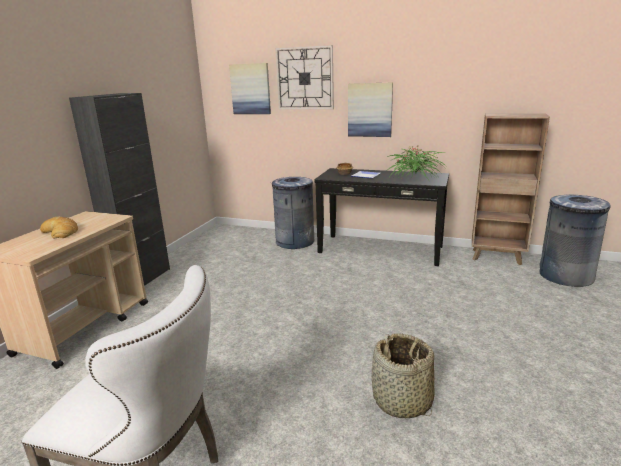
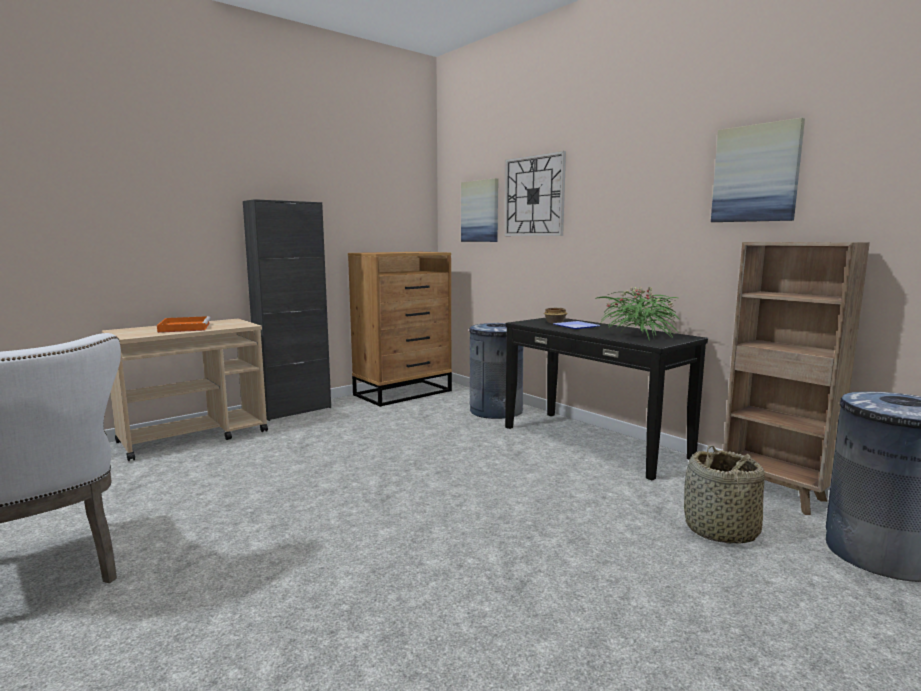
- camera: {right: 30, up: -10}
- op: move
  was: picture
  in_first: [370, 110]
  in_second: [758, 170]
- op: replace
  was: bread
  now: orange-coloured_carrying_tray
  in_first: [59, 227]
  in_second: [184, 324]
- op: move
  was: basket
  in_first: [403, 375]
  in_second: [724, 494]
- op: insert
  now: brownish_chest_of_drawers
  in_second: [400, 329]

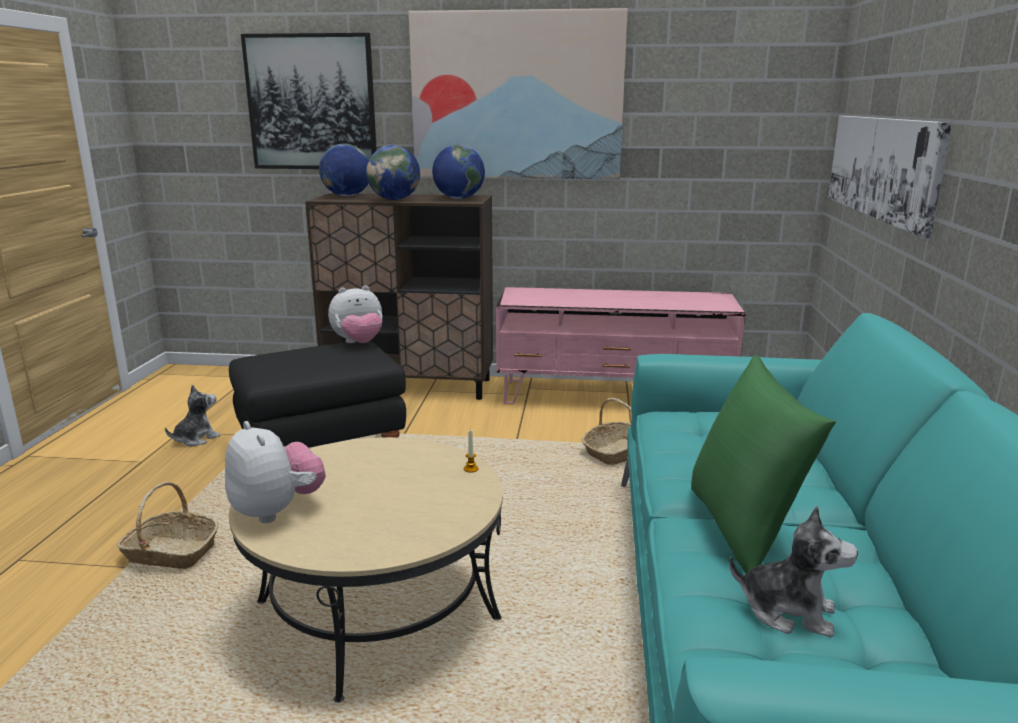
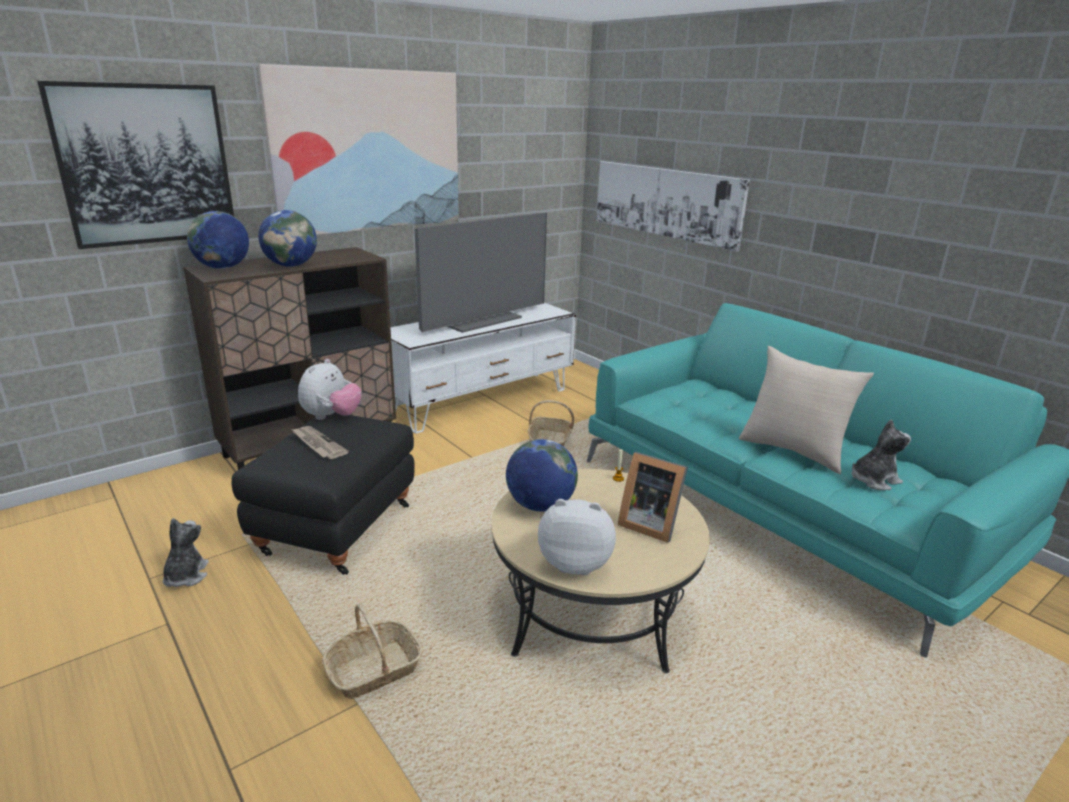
- camera: {right: -45, up: 5}
- op: move
  was: desk_globe
  in_first: [458, 172]
  in_second: [542, 475]
- op: recolor
  was: pink-coloured_tv_unit
  now: white-coloured_tv_unit
  in_first: [621, 345]
  in_second: [483, 368]
- op: recolor
  was: green_pillow
  now: beige-coloured_pillow
  in_first: [763, 464]
  in_second: [806, 410]
- op: insert
  now: TV_set
  in_second: [481, 272]
- op: insert
  now: printed_paper
  in_second: [320, 442]
- op: insert
  now: picture_frame
  in_second: [653, 497]

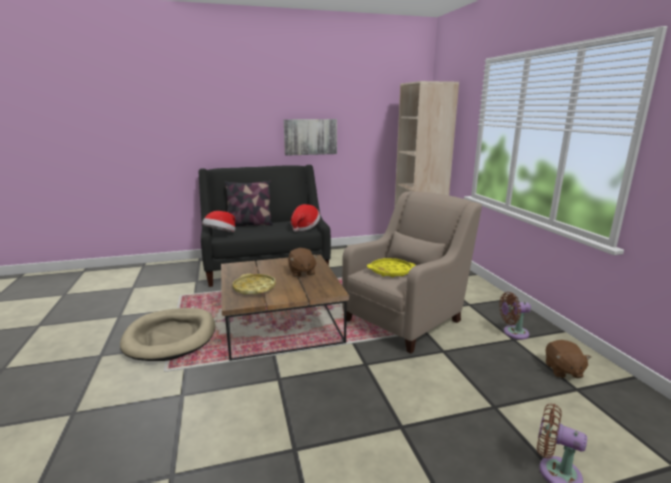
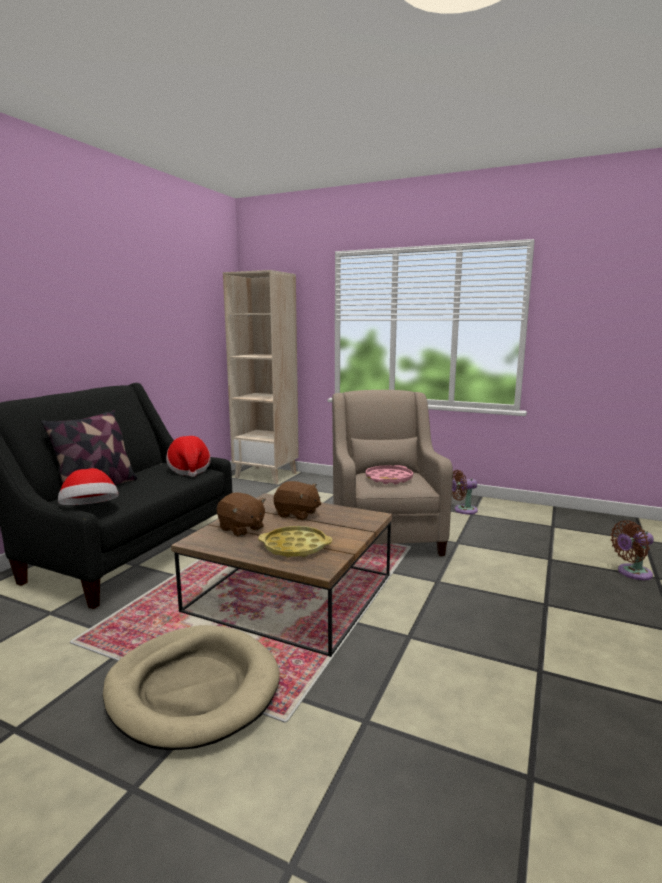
- camera: {right: -50, up: -5}
- op: delete
  was: picture
  in_first: [310, 137]
- op: recolor
  was: yellow_carrying_tray
  now: pink-coloured_carrying_tray
  in_first: [391, 267]
  in_second: [389, 474]
- op: rotate
  was: brownish_cooling_fan
  in_first: [515, 315]
  in_second: [465, 492]
  clockwise: 45
- op: move
  was: brownish_plush_toy
  in_first: [568, 359]
  in_second: [241, 514]

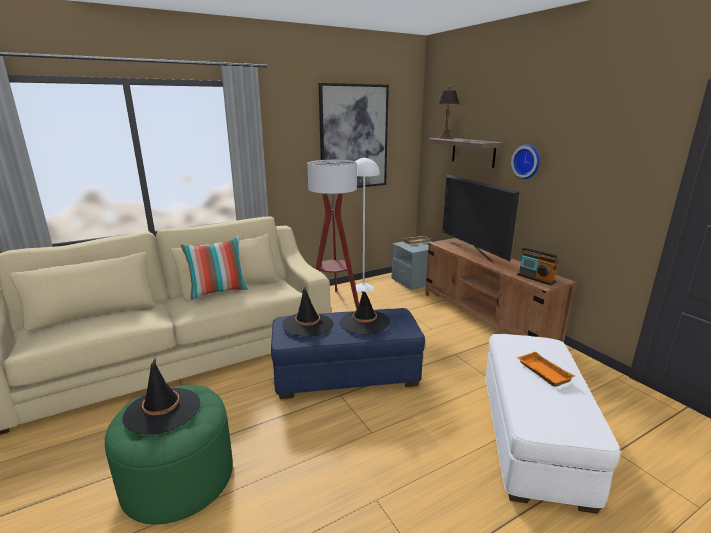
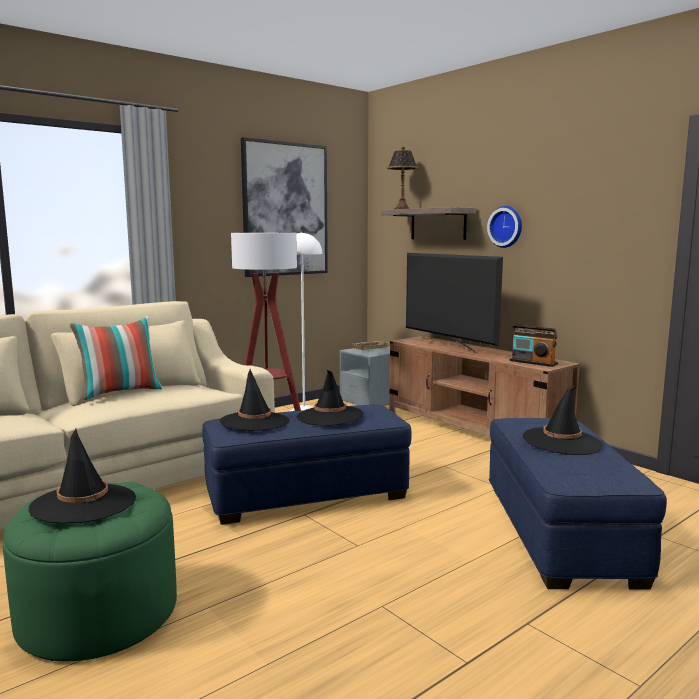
- camera: {right: -10, up: -10}
- op: recolor
  was: white-coloured_pouffe
  now: blue-coloured_pouffe
  in_first: [553, 424]
  in_second: [578, 504]
- op: replace
  was: orange-coloured_carrying_tray
  now: black-coloured_wearable_hat
  in_first: [546, 369]
  in_second: [563, 420]

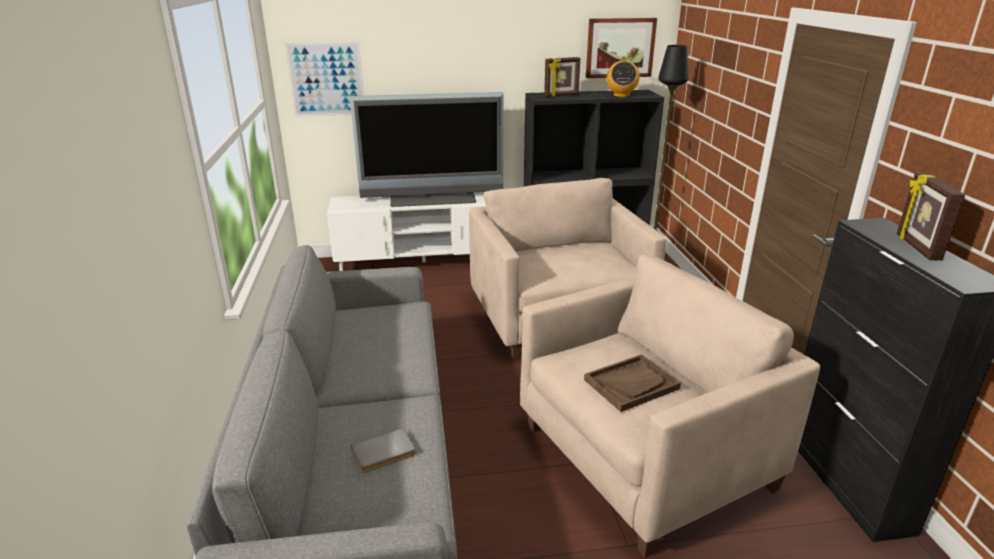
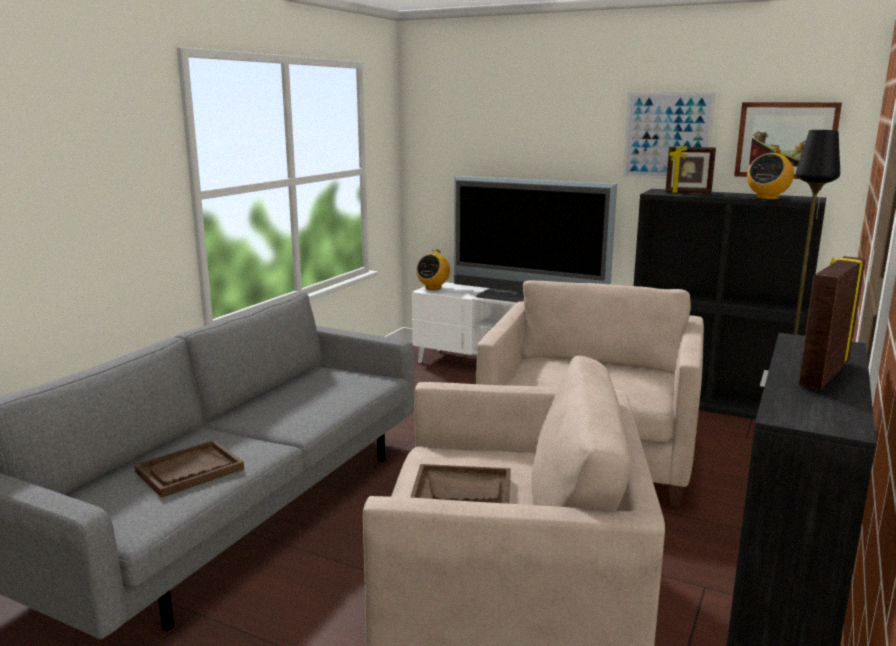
- camera: {right: 35, up: -10}
- op: move
  was: picture
  in_first: [324, 79]
  in_second: [669, 135]
- op: replace
  was: gray_book
  now: brownish_carrying_tray
  in_first: [383, 450]
  in_second: [189, 469]
- op: insert
  now: radio_receiver
  in_second: [433, 269]

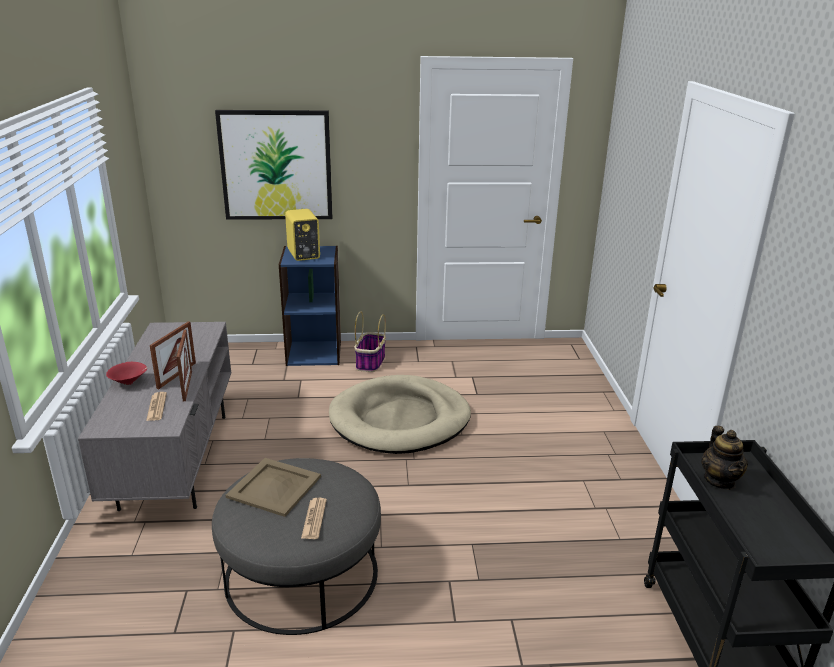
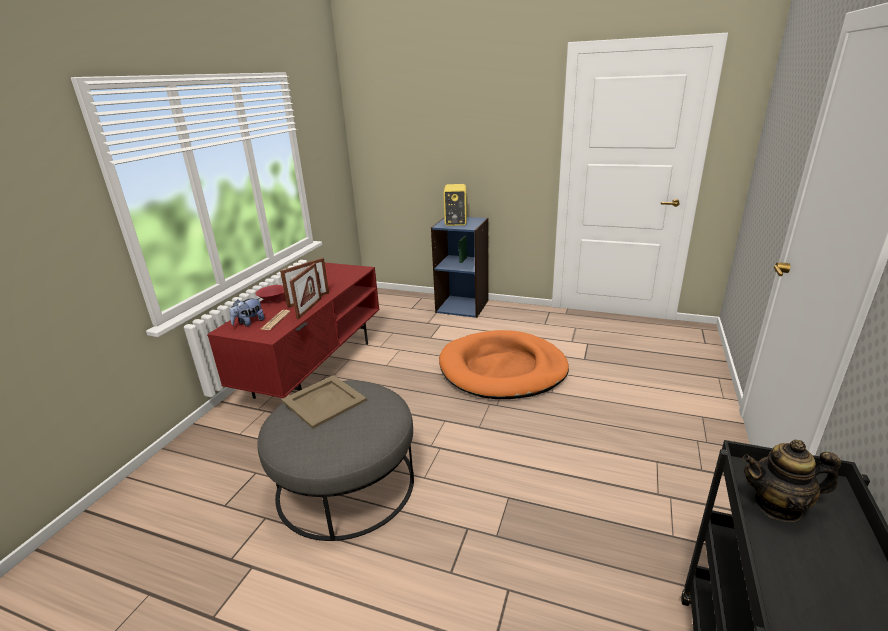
- camera: {right: 25, up: 0}
- op: delete
  was: picture
  in_first: [273, 165]
- op: delete
  was: basket
  in_first: [370, 341]
- op: recolor
  was: gray_tv_unit
  now: red-coloured_tv_unit
  in_first: [154, 416]
  in_second: [293, 331]
- op: recolor
  was: beige-coloured_dog_cushion
  now: orange-coloured_dog_cushion
  in_first: [400, 414]
  in_second: [504, 364]
- op: rotate
  was: teapot
  in_first: [724, 458]
  in_second: [791, 481]
  clockwise: 75
- op: delete
  was: printed_paper
  in_first: [314, 518]
- op: insert
  now: plush_toy
  in_second: [247, 312]

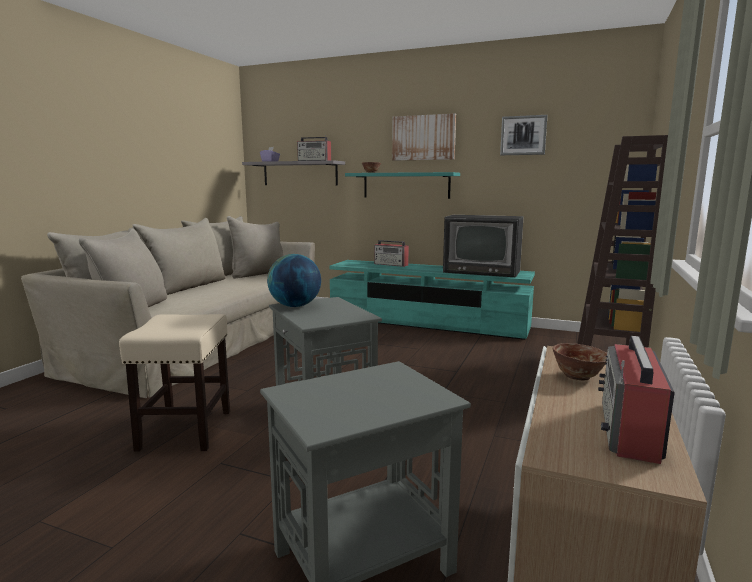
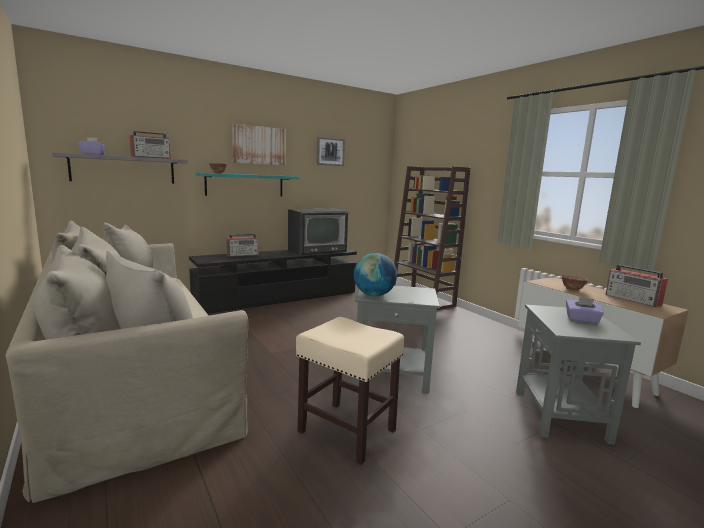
- camera: {right: -55, up: 0}
- op: recolor
  was: turquoise_tv_unit
  now: black-coloured_tv_unit
  in_first: [432, 300]
  in_second: [273, 281]
- op: insert
  now: purplish_tissue_box
  in_second: [585, 310]

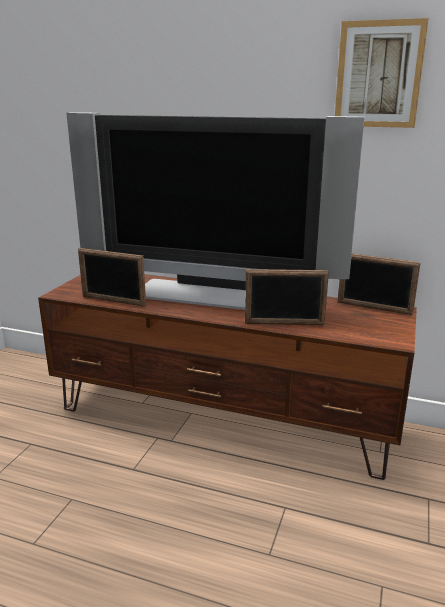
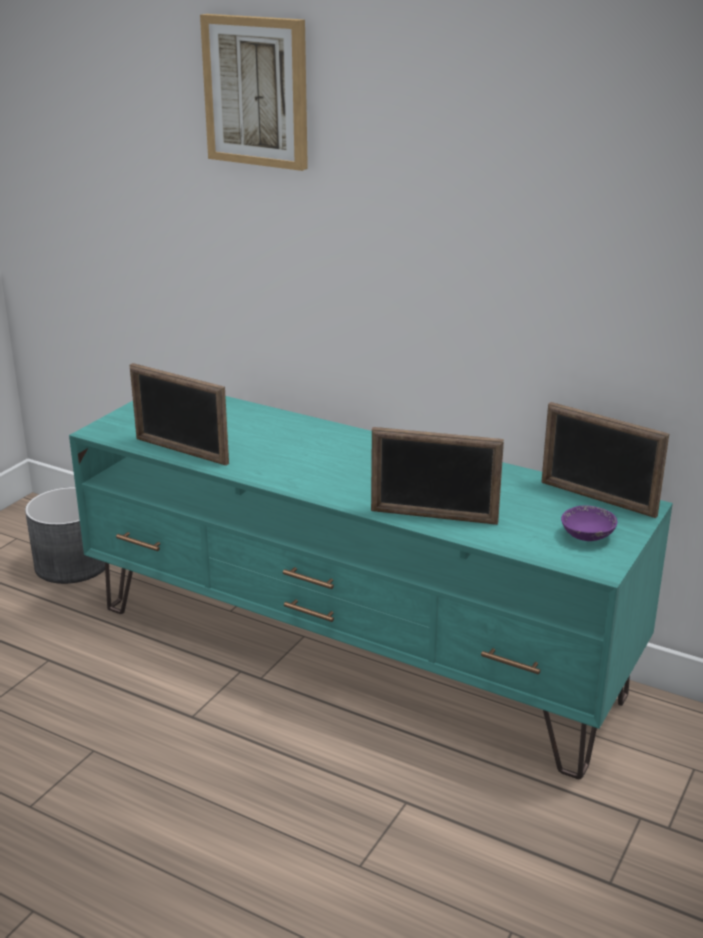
- camera: {right: 10, up: 5}
- op: move
  was: picture
  in_first: [381, 73]
  in_second: [254, 92]
- op: delete
  was: TV_set
  in_first: [215, 211]
- op: recolor
  was: brownish_tv_unit
  now: turquoise_tv_unit
  in_first: [227, 377]
  in_second: [371, 588]
- op: insert
  now: gray_flower_pot
  in_second: [65, 535]
- op: insert
  now: purplish_bowl
  in_second: [589, 523]

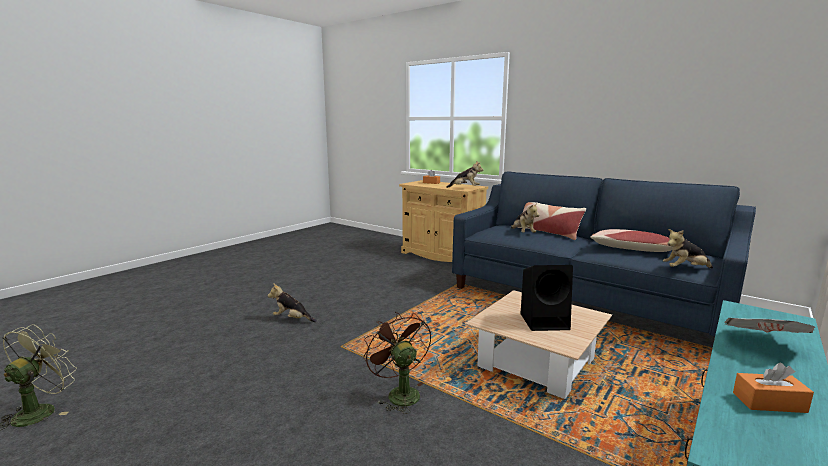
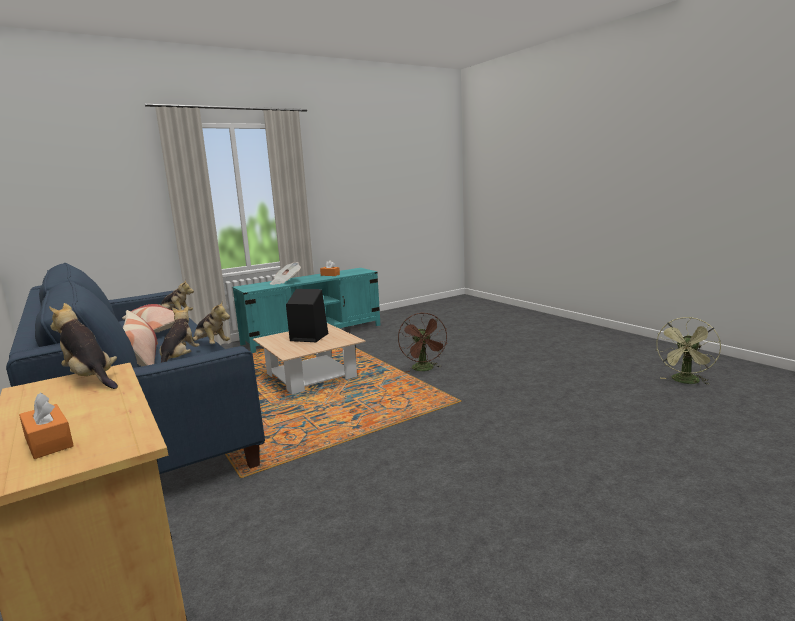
- camera: {right: -160, up: 0}
- op: move
  was: plush_toy
  in_first: [292, 302]
  in_second: [211, 323]

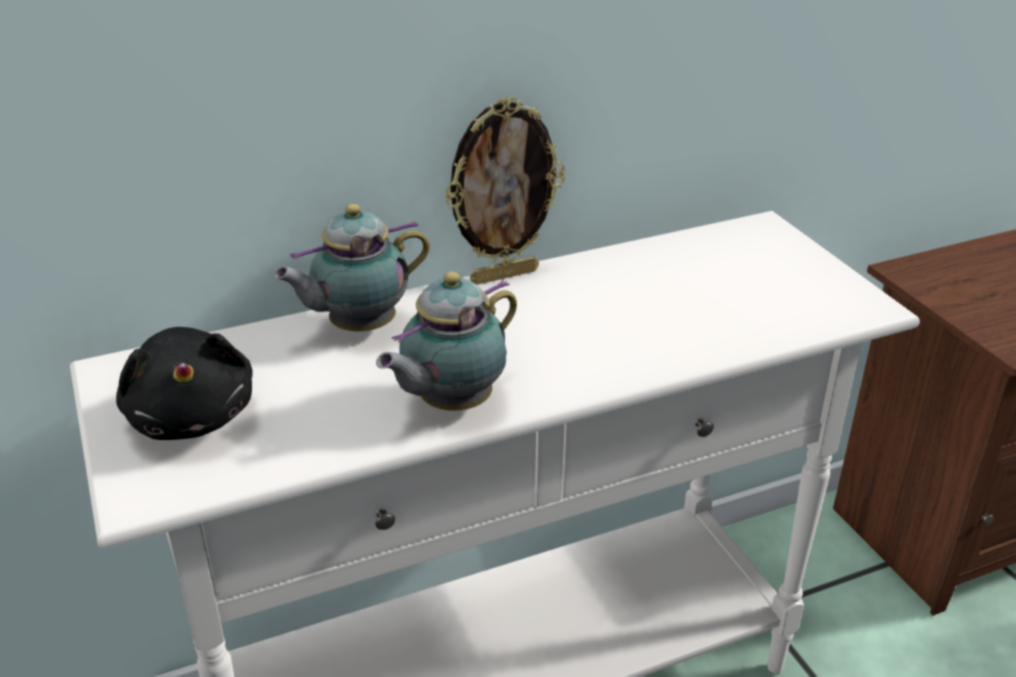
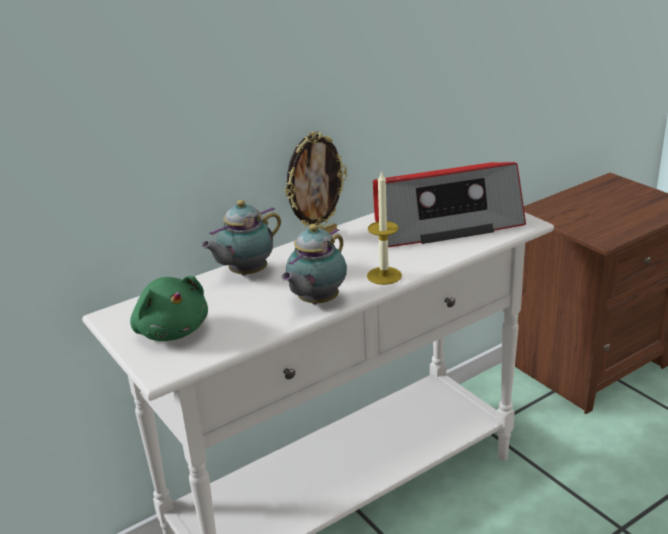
- camera: {right: -10, up: -5}
- op: recolor
  was: black-coloured_plush_toy
  now: green_plush_toy
  in_first: [184, 383]
  in_second: [169, 308]
- op: insert
  now: radio_receiver
  in_second: [449, 204]
- op: insert
  now: wax_candle
  in_second: [384, 227]

